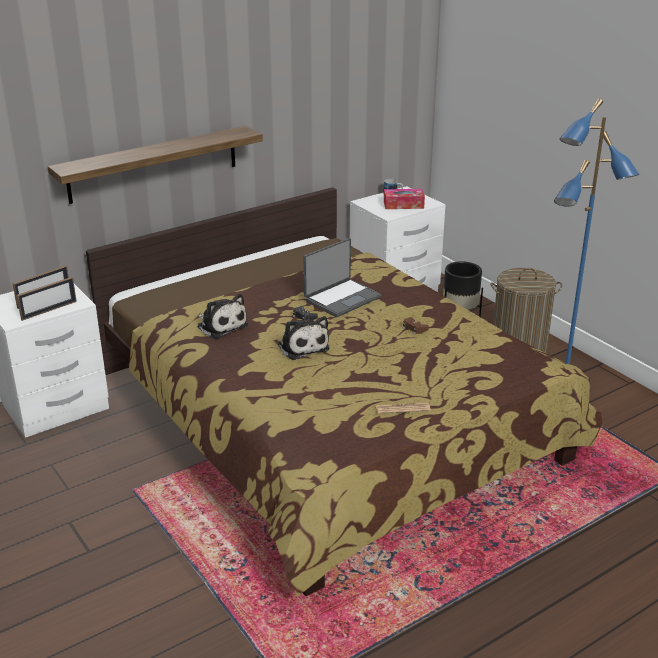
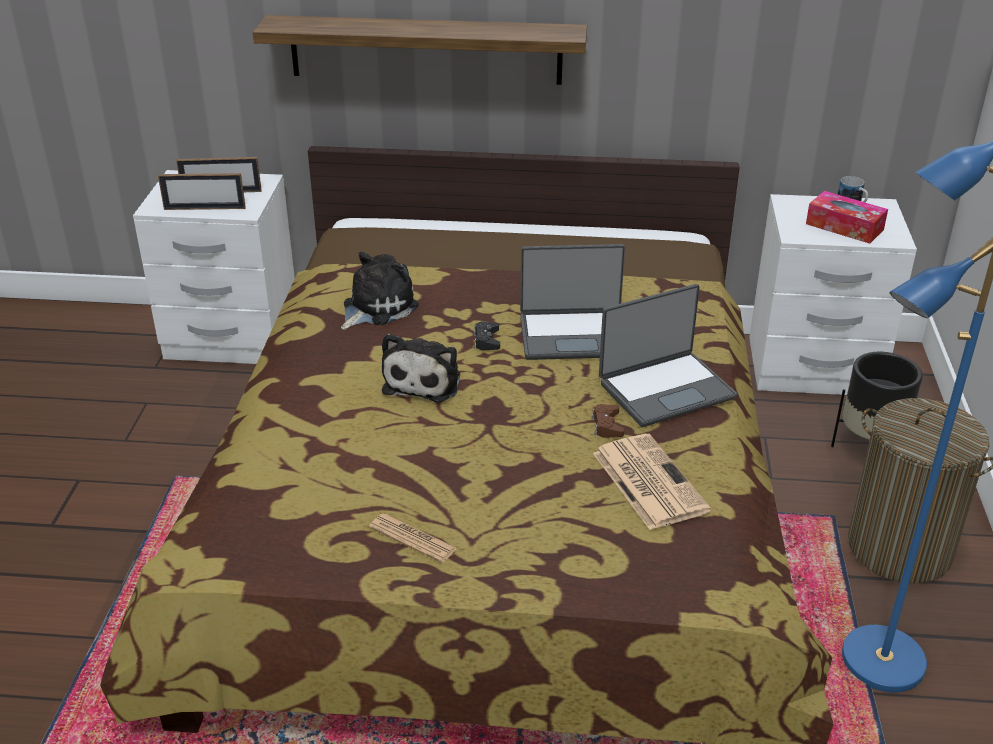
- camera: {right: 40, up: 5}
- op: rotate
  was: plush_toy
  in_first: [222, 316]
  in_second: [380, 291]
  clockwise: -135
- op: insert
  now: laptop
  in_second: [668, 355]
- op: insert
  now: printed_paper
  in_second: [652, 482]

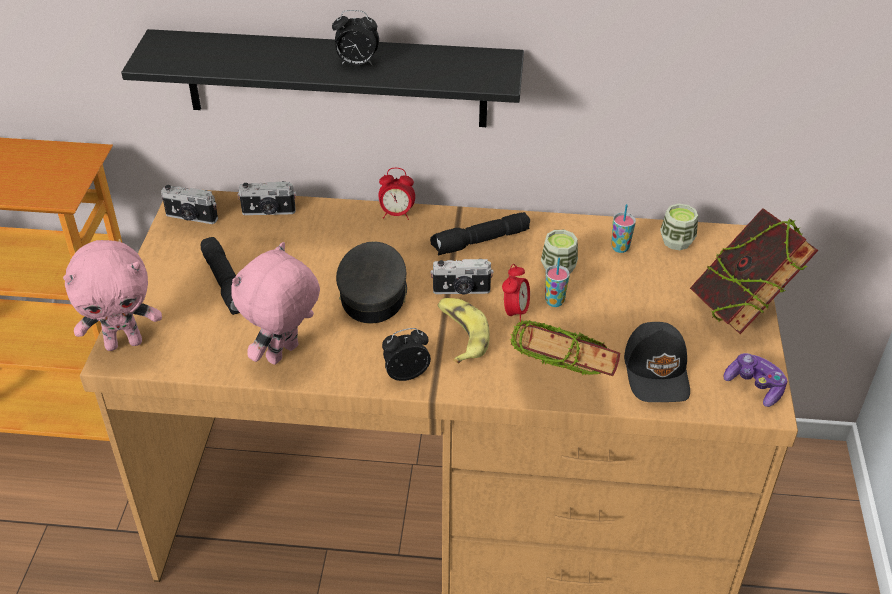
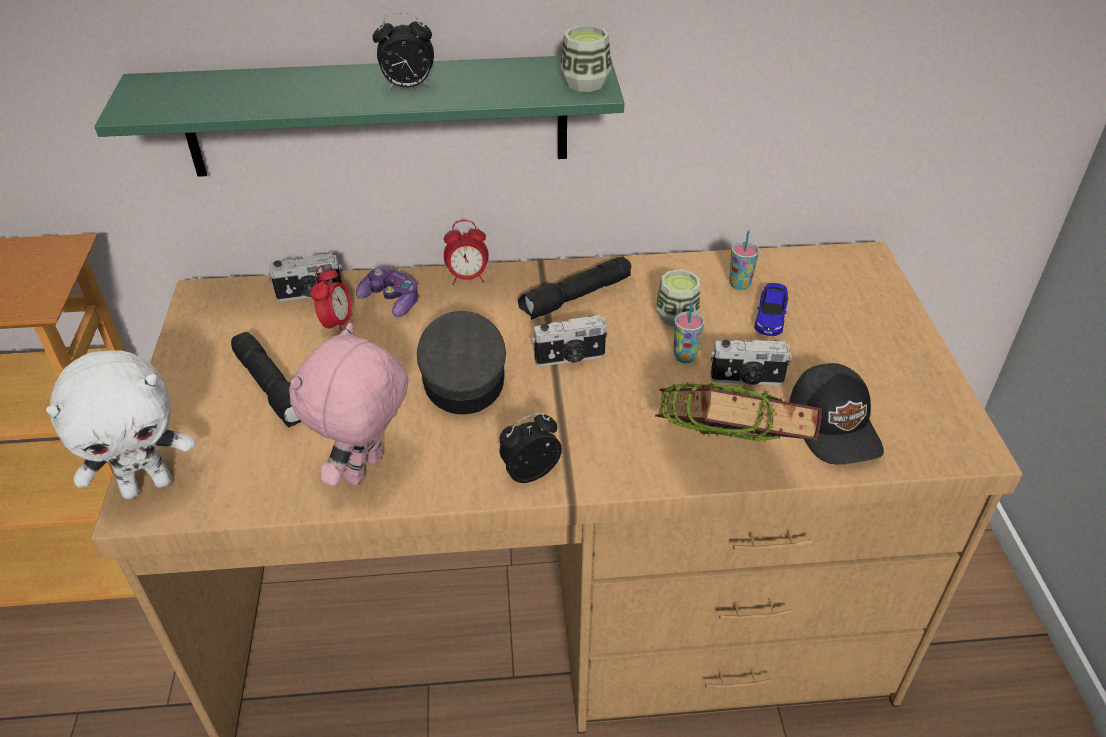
- camera: {right: -10, up: 0}
- op: recolor
  was: black-coloured_bracket_shelf
  now: green_bracket_shelf
  in_first: [322, 78]
  in_second: [359, 116]
- op: move
  was: photo_camera
  in_first: [189, 204]
  in_second: [751, 362]
- op: move
  was: drinking_cup
  in_first: [679, 227]
  in_second: [585, 58]
- op: delete
  was: book
  in_first: [754, 271]
- op: recolor
  was: pink-coloured_plush_toy
  now: white-coloured_plush_toy
  in_first: [112, 295]
  in_second: [120, 424]
- op: move
  was: table_clock
  in_first: [516, 293]
  in_second: [331, 299]
- op: delete
  was: banana_fruit
  in_first: [463, 331]
- op: move
  was: gamepad
  in_first: [755, 380]
  in_second: [387, 292]
- op: insert
  now: toy_car
  in_second: [771, 309]

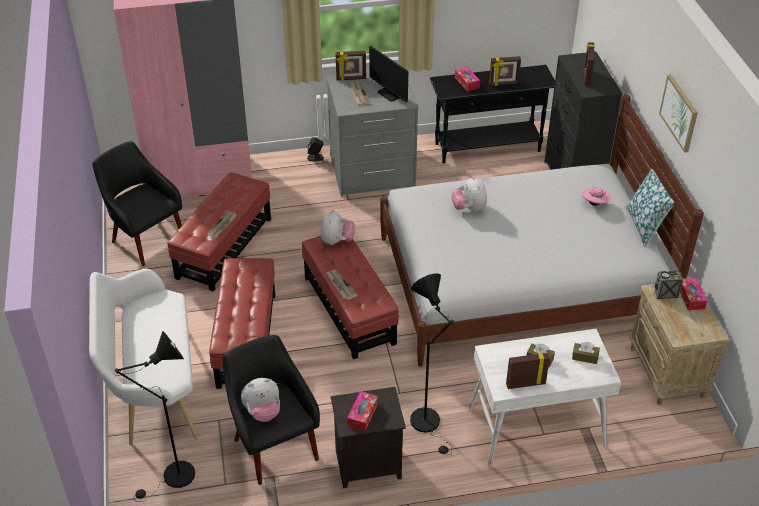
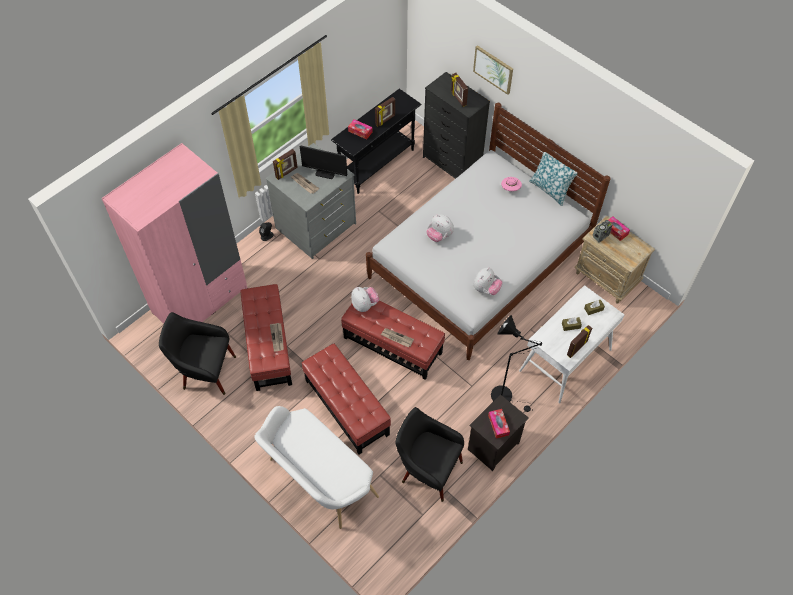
- camera: {right: -35, up: 15}
- op: move
  was: picture
  in_first: [678, 113]
  in_second: [493, 70]
- op: delete
  was: black-coloured_standing_lamp
  in_first: [155, 416]
- op: move
  was: plush_toy
  in_first: [260, 400]
  in_second: [487, 281]

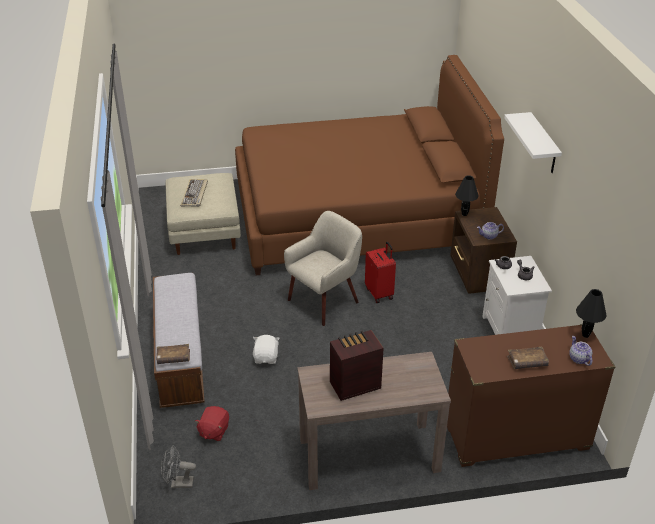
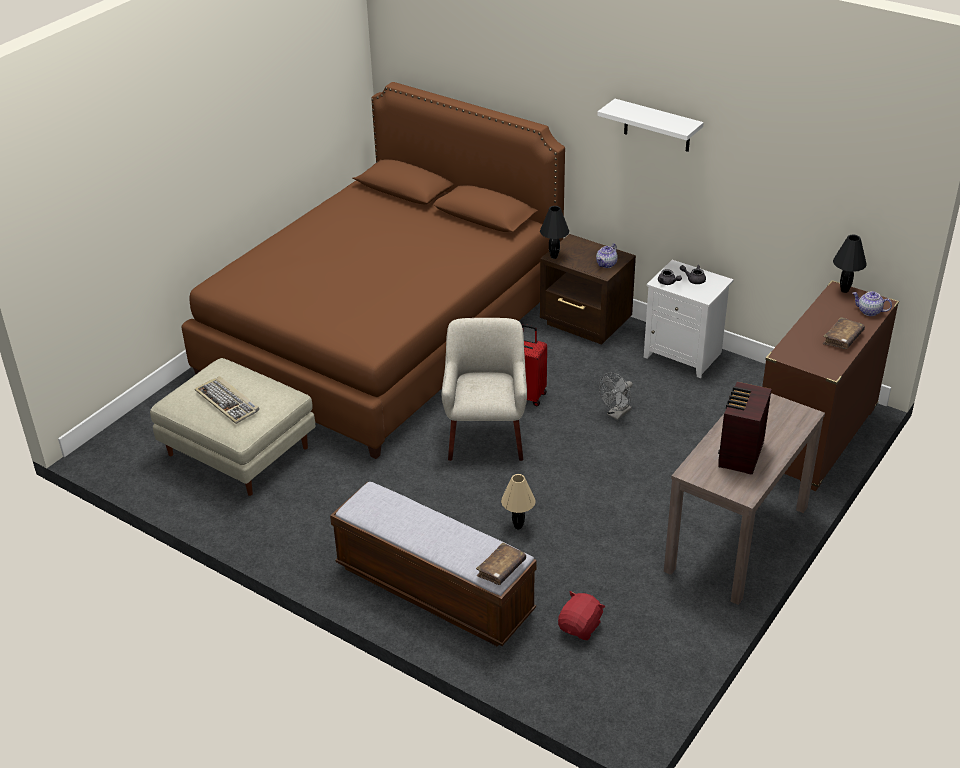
- camera: {right: -45, up: 0}
- op: replace
  was: white-coloured_plush_toy
  now: beige-coloured_tabletop_lamp
  in_first: [266, 349]
  in_second: [518, 501]
- op: rotate
  was: red-coloured_plush_toy
  in_first: [212, 423]
  in_second: [581, 615]
  clockwise: -120
- op: move
  was: gray_cooling_fan
  in_first: [178, 466]
  in_second: [616, 396]

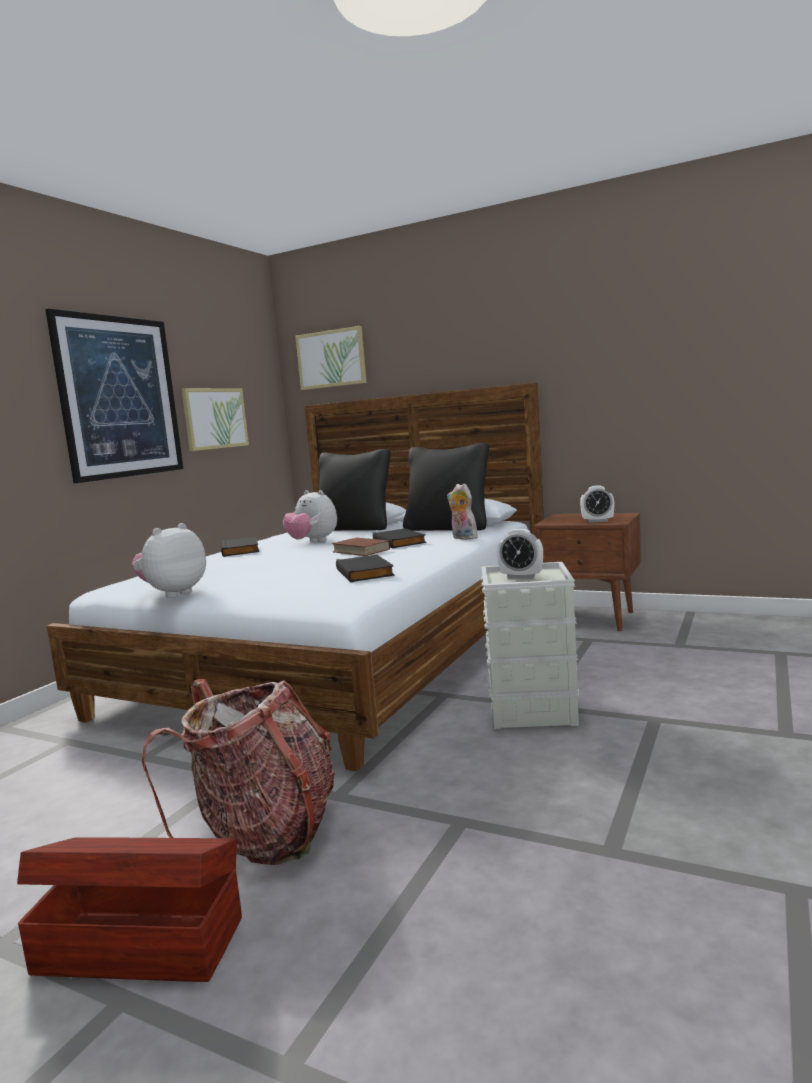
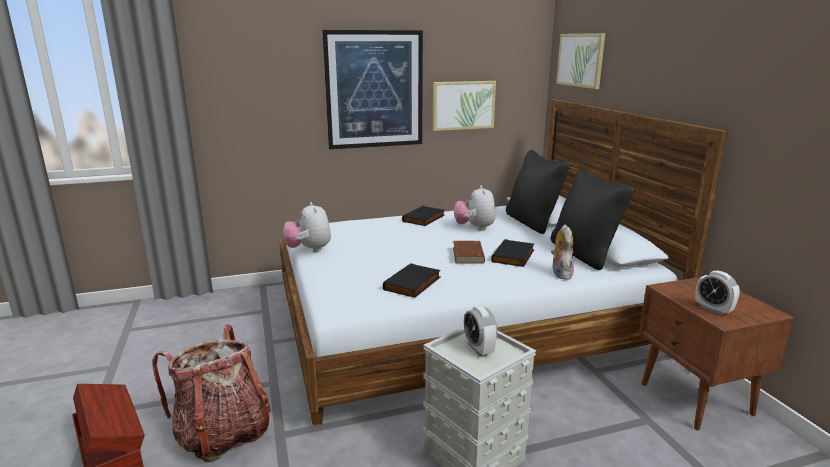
- camera: {right: 45, up: 10}
- op: rotate
  was: plush_toy
  in_first: [168, 560]
  in_second: [307, 227]
  clockwise: -105

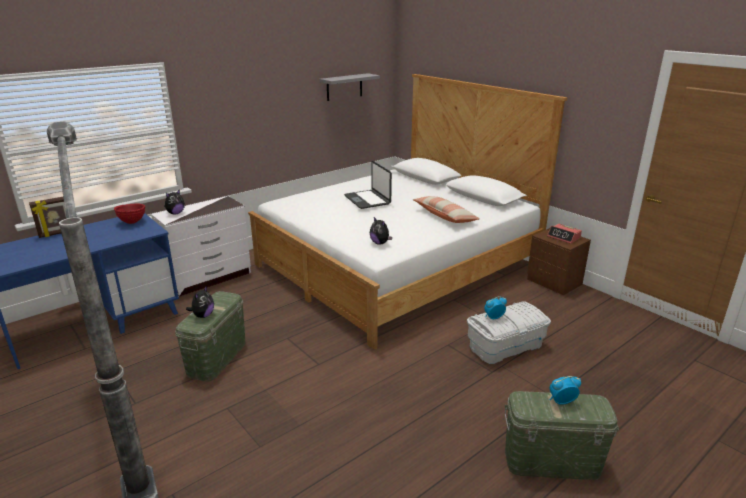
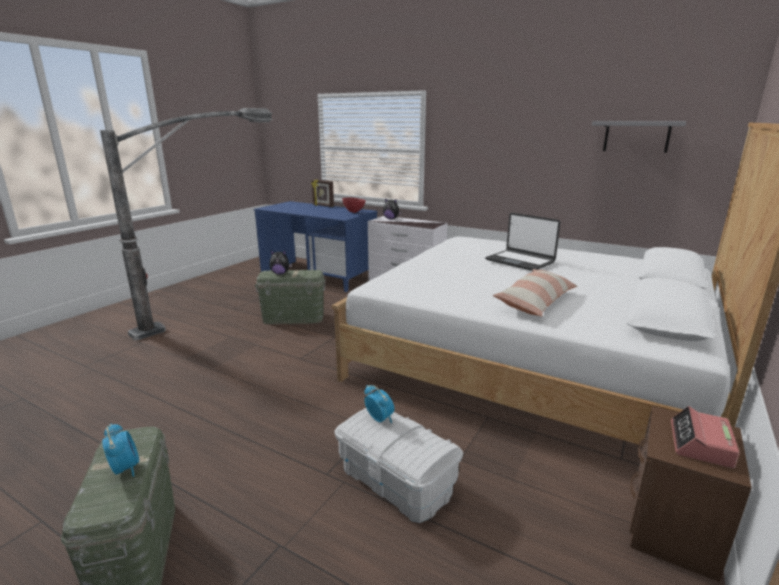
- camera: {right: 70, up: -5}
- op: rotate
  was: laptop
  in_first: [368, 185]
  in_second: [523, 242]
  clockwise: -90
- op: delete
  was: plush_toy
  in_first: [381, 231]

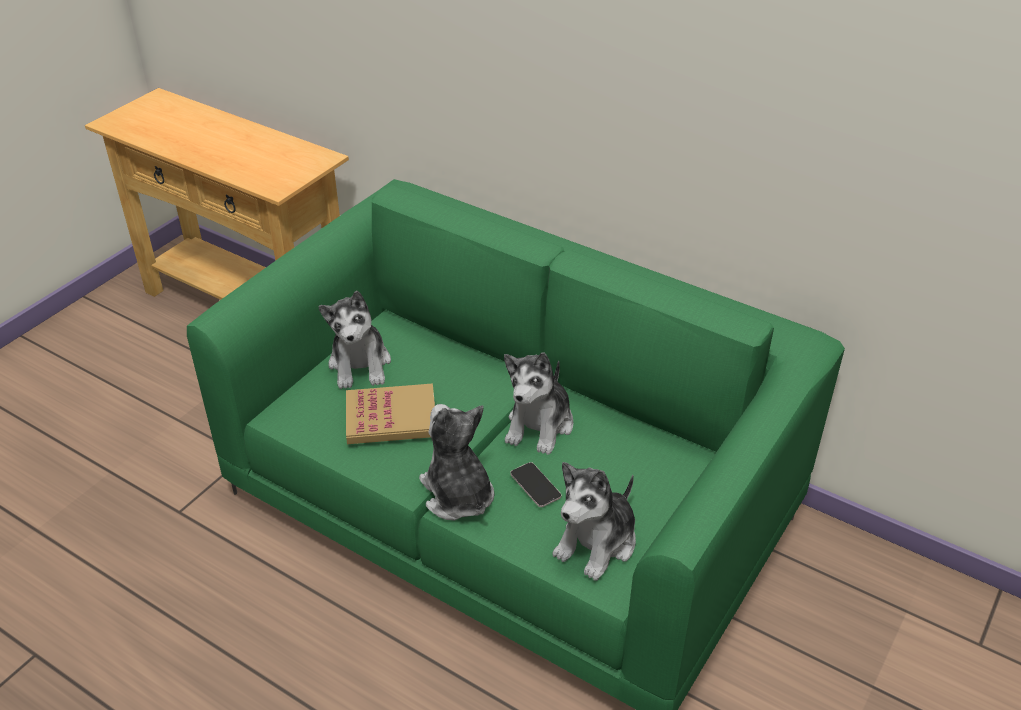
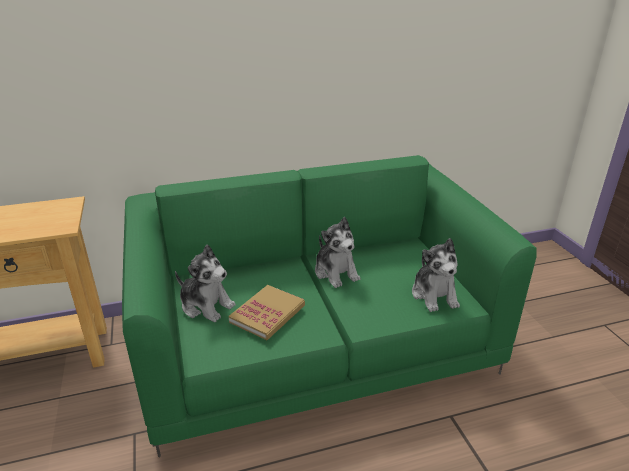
- camera: {right: -50, up: -10}
- op: delete
  was: plush_toy
  in_first: [457, 462]
- op: delete
  was: handset
  in_first: [535, 484]

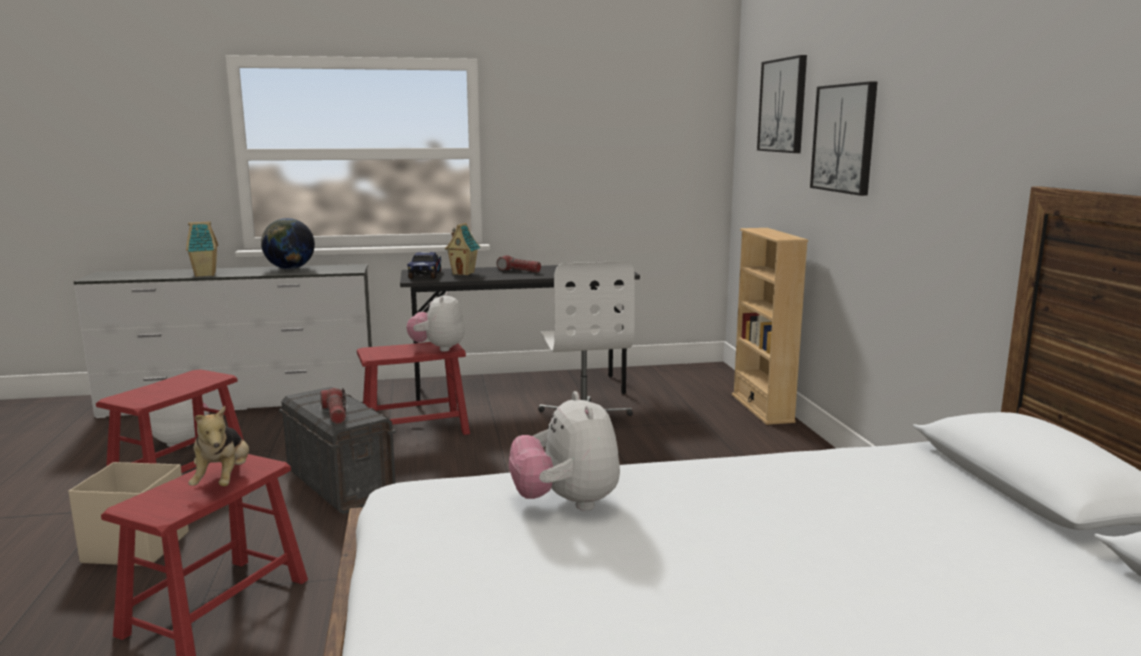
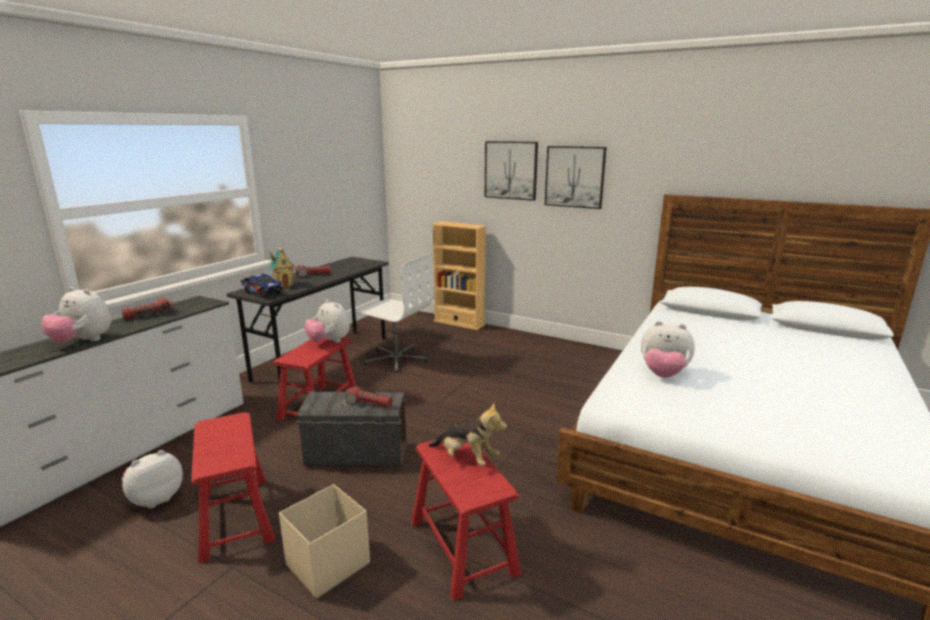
- camera: {right: -50, up: 5}
- op: move
  was: picture
  in_first: [782, 104]
  in_second: [576, 177]
- op: replace
  was: desk_globe
  now: hand_torch
  in_first: [288, 244]
  in_second: [147, 309]
- op: replace
  was: toy_house
  now: plush_toy
  in_first: [202, 249]
  in_second: [76, 315]

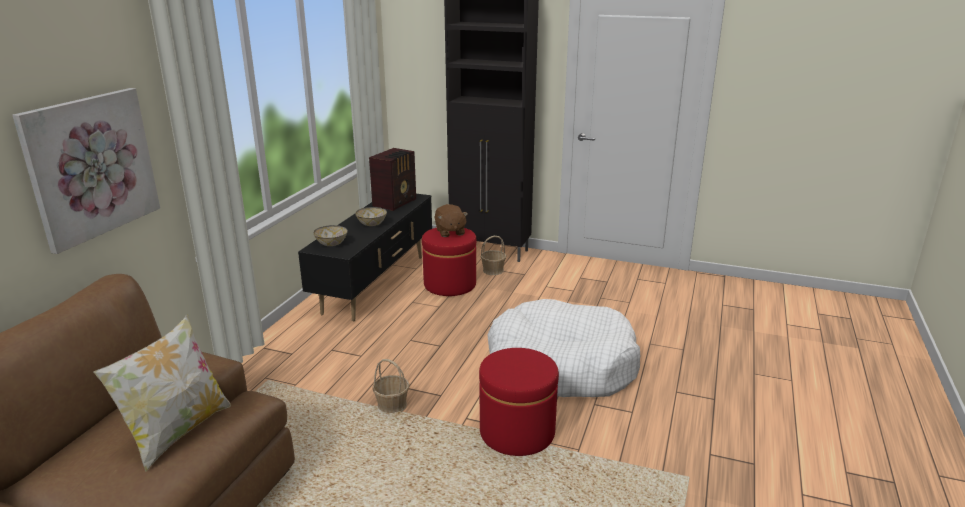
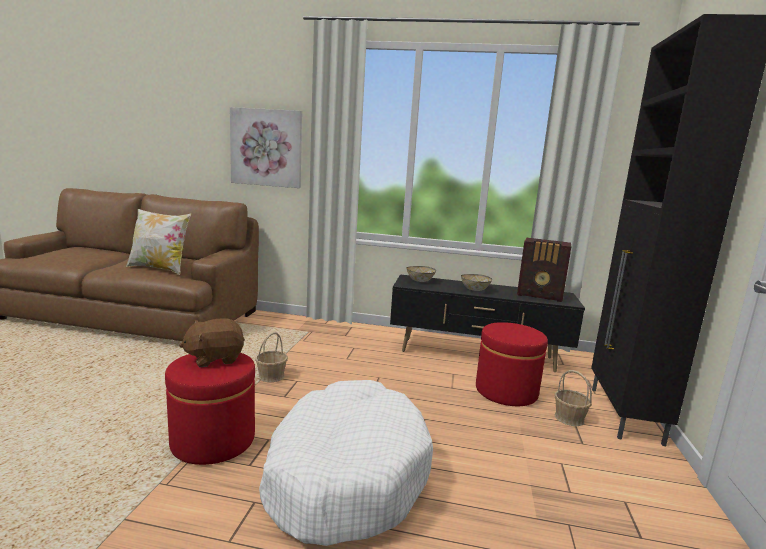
- camera: {right: 80, up: -10}
- op: move
  was: brownish_plush_toy
  in_first: [451, 220]
  in_second: [212, 342]

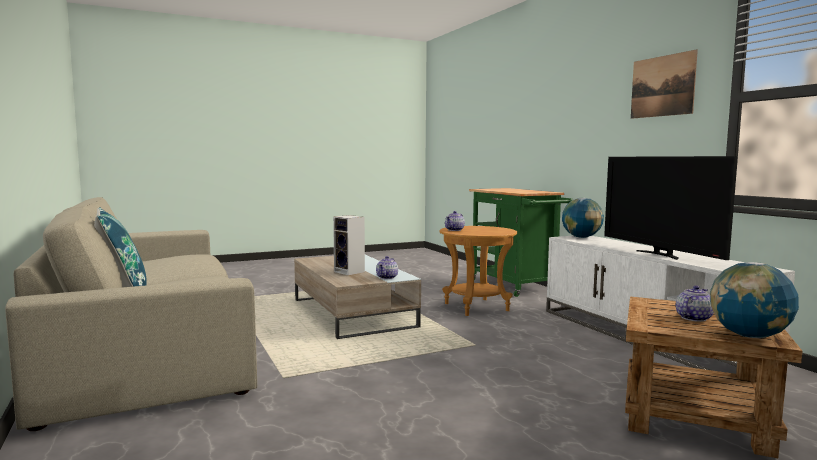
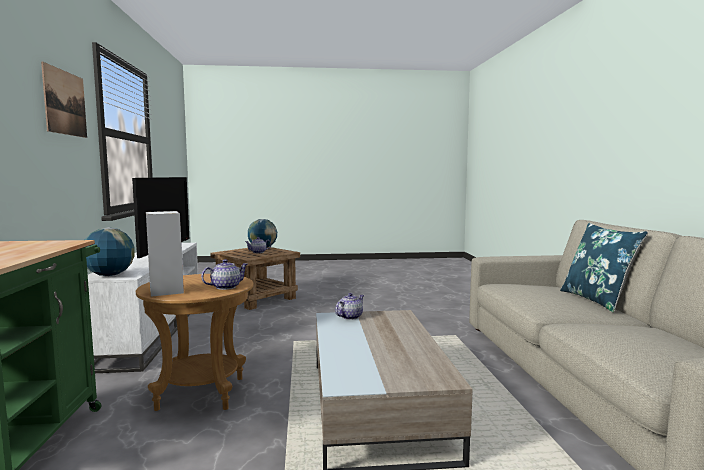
- camera: {right: -160, up: 0}
- op: move
  was: audio_speaker
  in_first: [349, 245]
  in_second: [165, 254]

